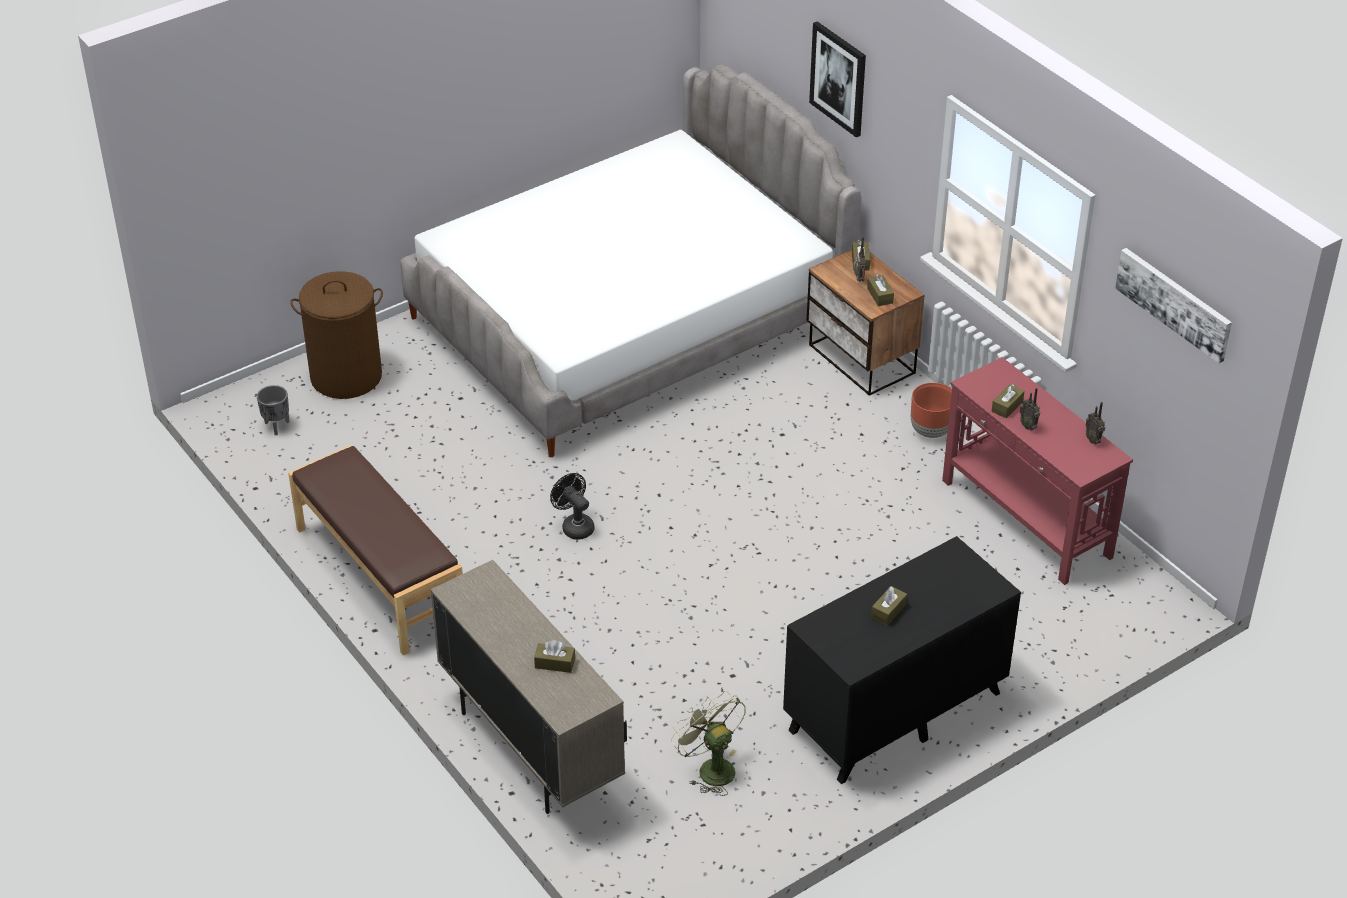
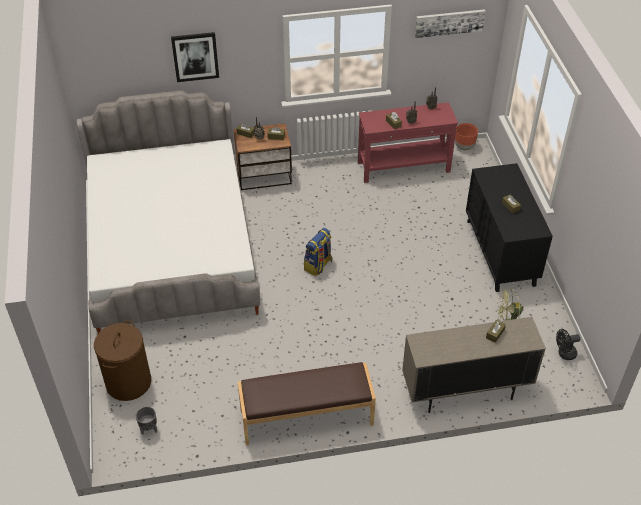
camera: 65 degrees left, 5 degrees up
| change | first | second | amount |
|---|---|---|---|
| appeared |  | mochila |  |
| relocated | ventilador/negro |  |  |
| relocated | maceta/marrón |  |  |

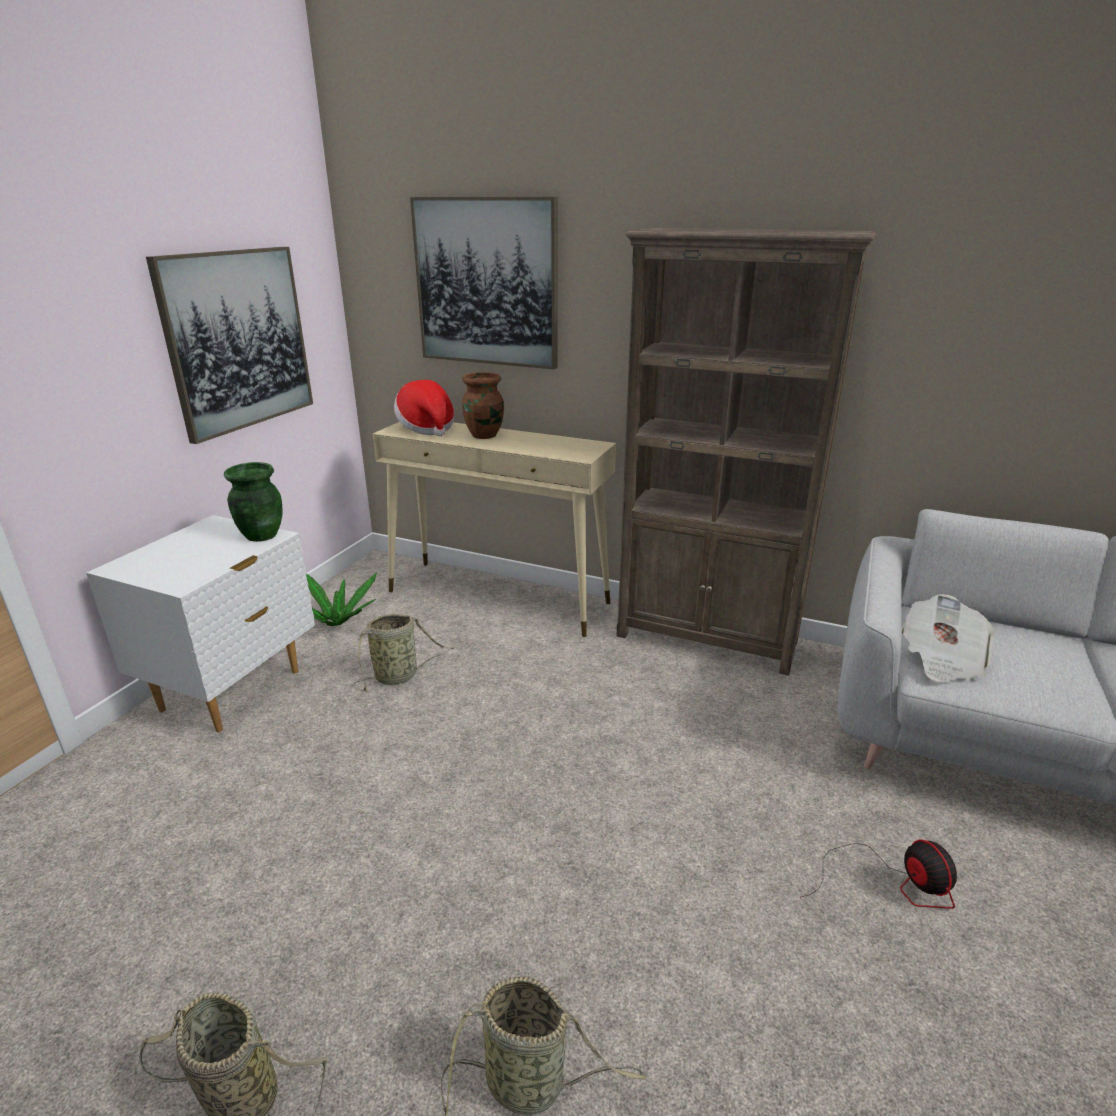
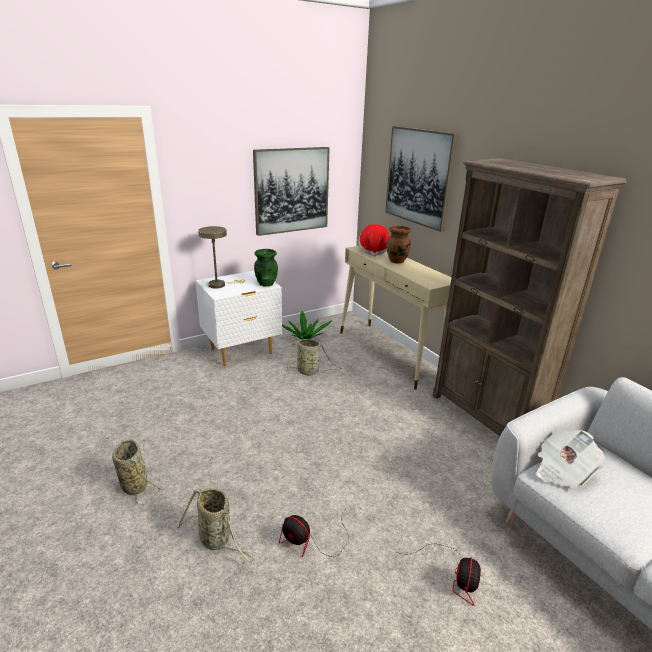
camera: 35 degrees right, 0 degrees up
| change | first | second | amount |
|---|---|---|---|
| appeared |  | lámpara de mesa/beis |  |
| appeared |  | ventilador (no. 1 from left) |  |

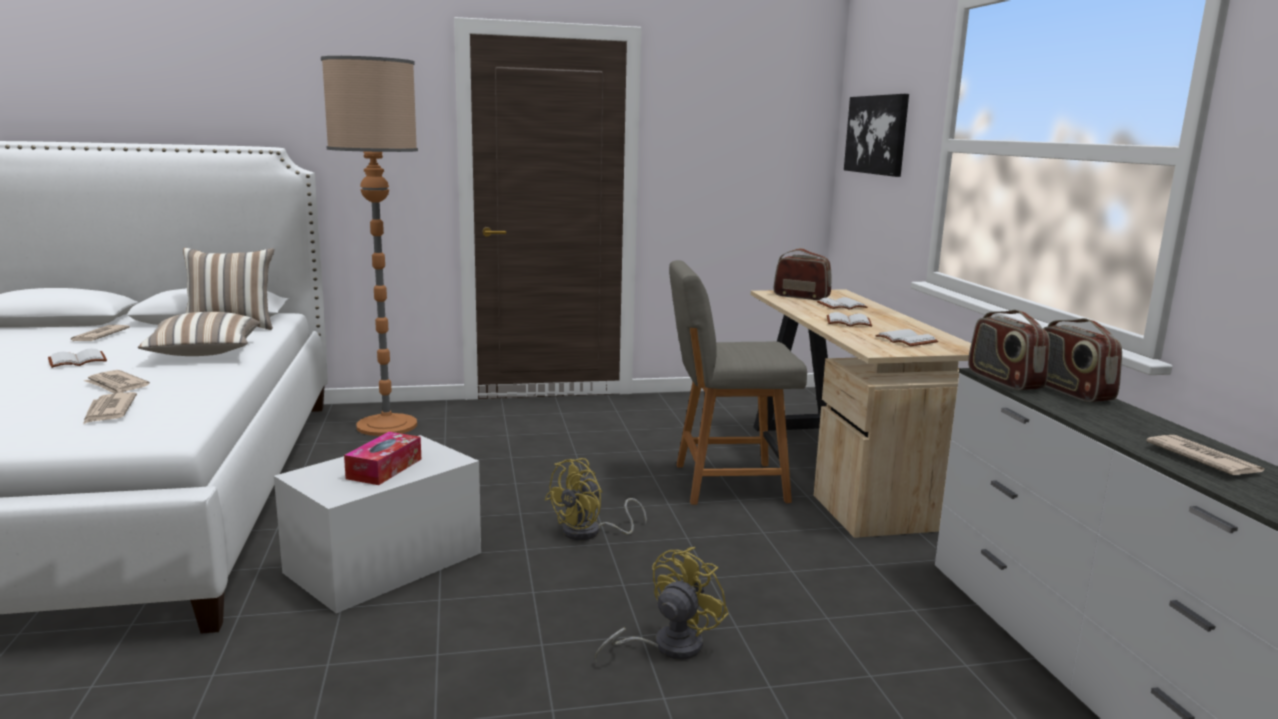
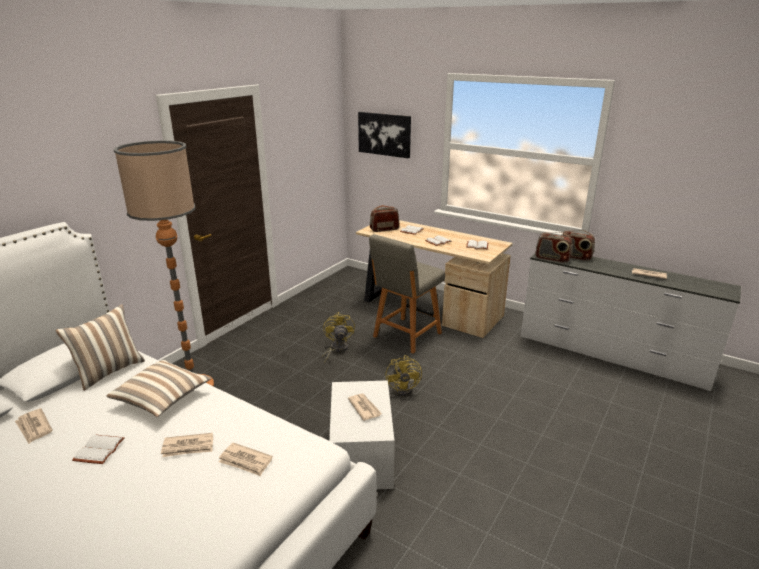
camera: 45 degrees left, 10 degrees up
| change | first | second | amount |
|---|---|---|---|
| relocated | ventilador/amarillo (no. 2 from left in the first image) | ventilador/amarillo (no. 1 from left) |  |
| exchanged | caja de pañuelos | periódico (no. 4 from left) |  |

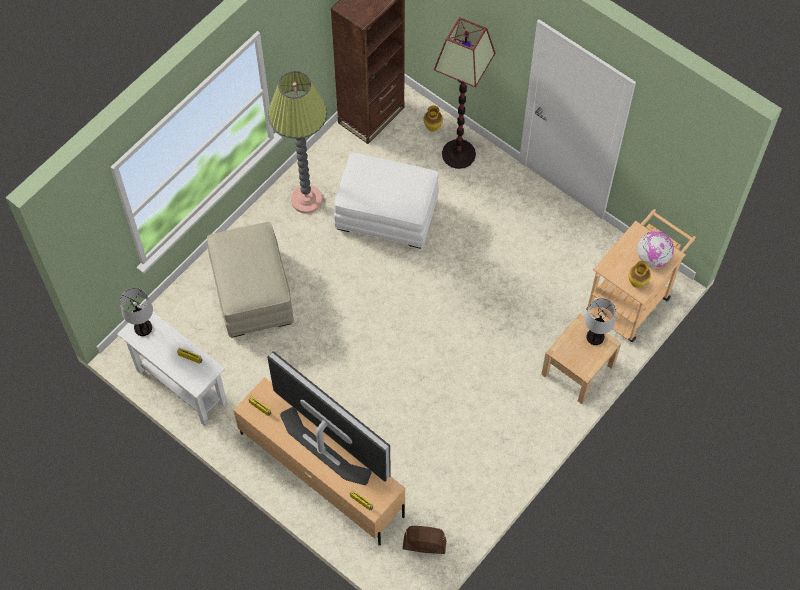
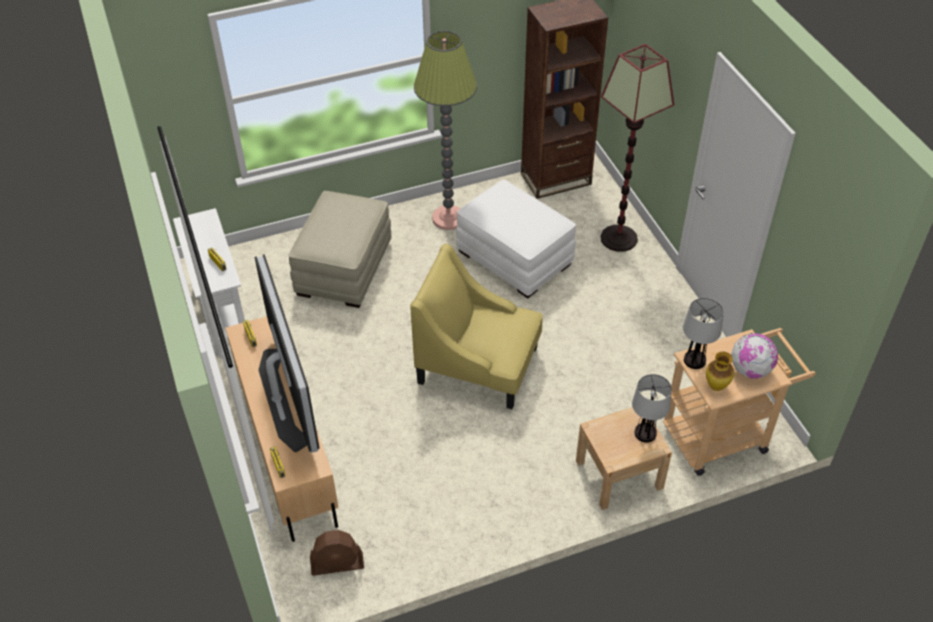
camera: 30 degrees right, 15 degrees down
| change | first | second | amount |
|---|---|---|---|
| missing | florero (no. 1 from left) |  |  |
| appeared |  | sillón/amarillo |  |
| relocated | lámpara de mesa (no. 1 from left in the first image) | lámpara de mesa (no. 2 from left) |  |
| spun | ventilador/marrón |  | 135 degrees clockwise |

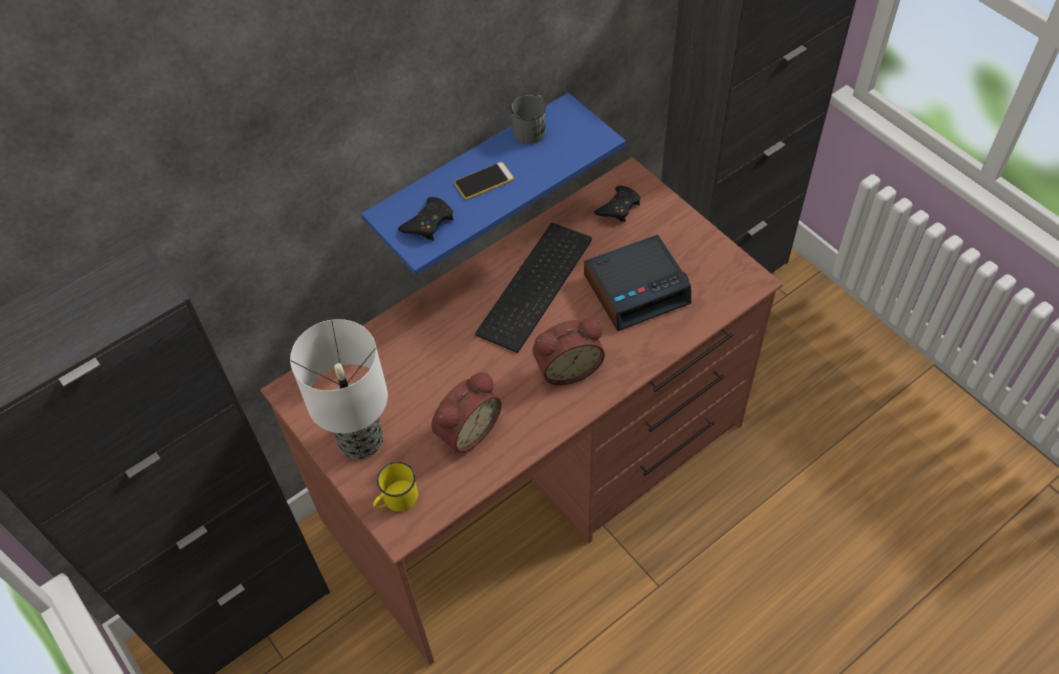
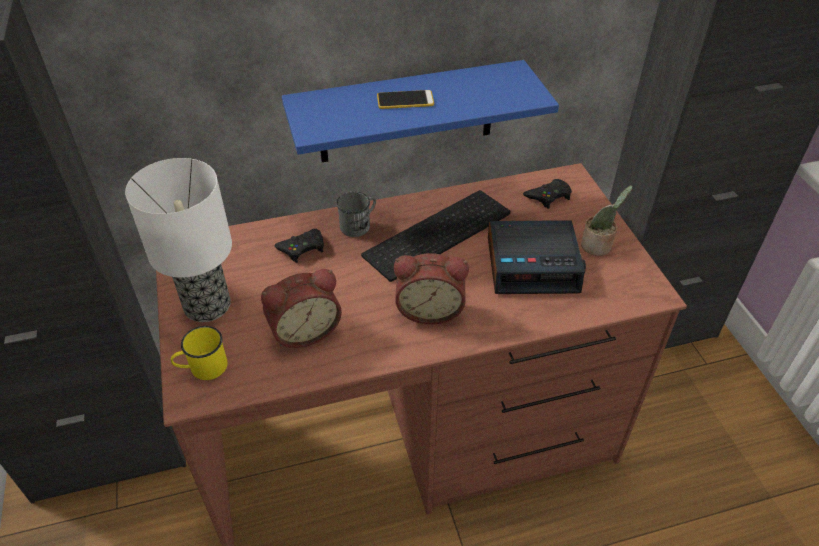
camera: 20 degrees right, 10 degrees down
| change | first | second | amount |
|---|---|---|---|
| appeared |  | planta en maceta |  |
| relocated | mando de consola/negro (no. 1 from left) |  |  |
| relocated | taza grande/gris |  |  |

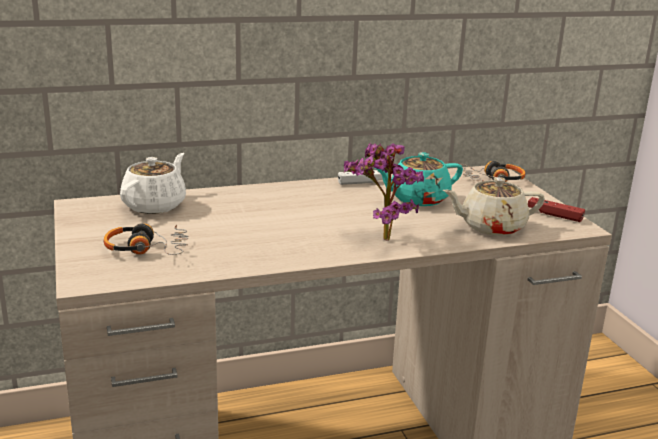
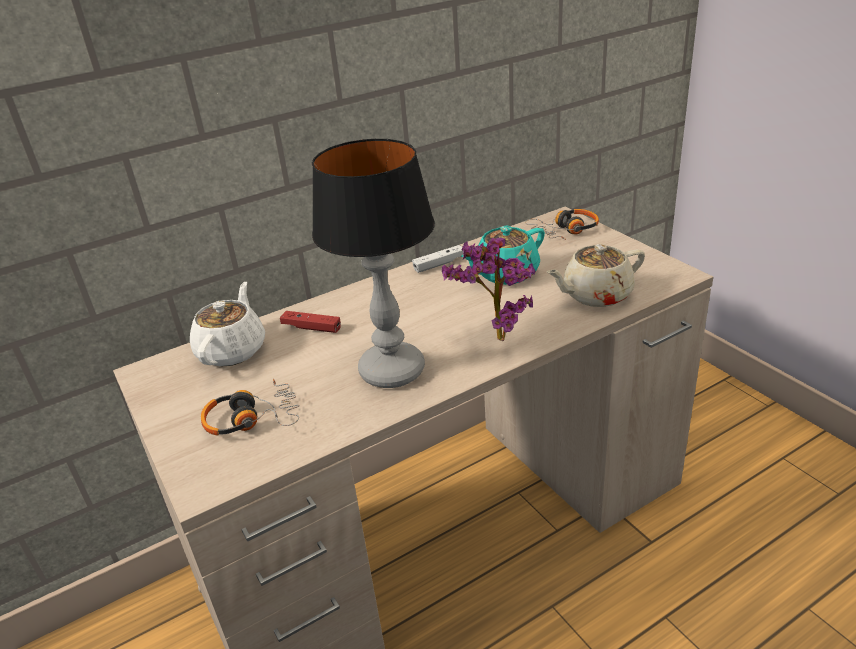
camera: 10 degrees left, 10 degrees up
| change | first | second | amount |
|---|---|---|---|
| appeared |  | lámpara de mesa |  |
| relocated | mando de consola/rojo |  |  |

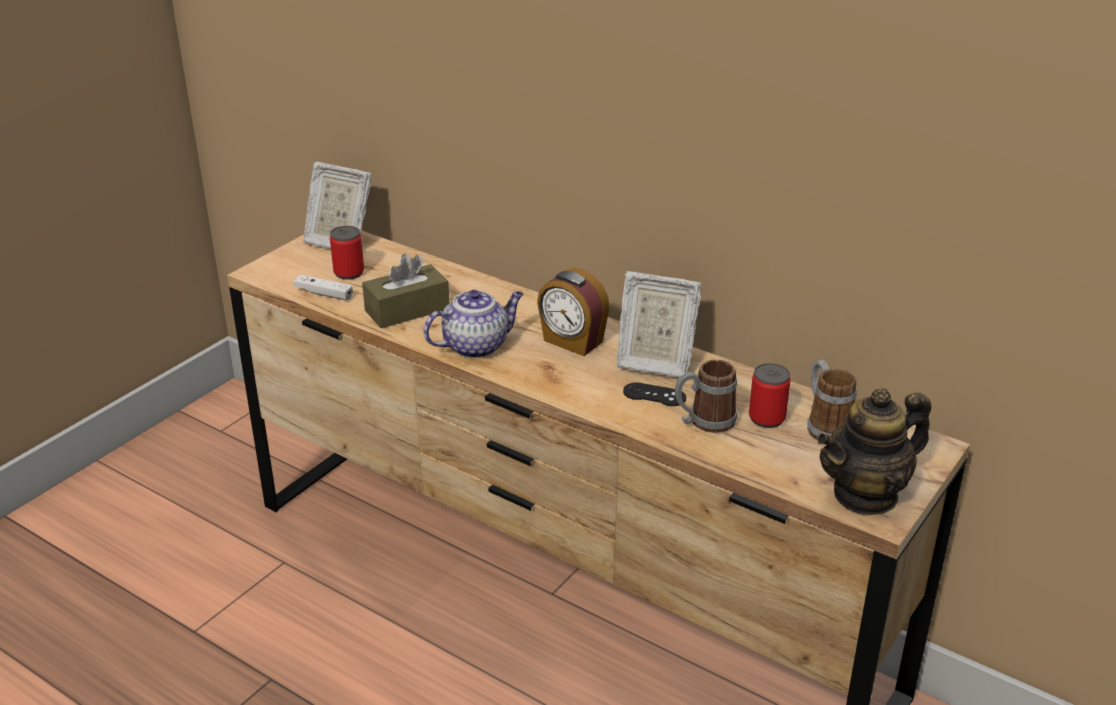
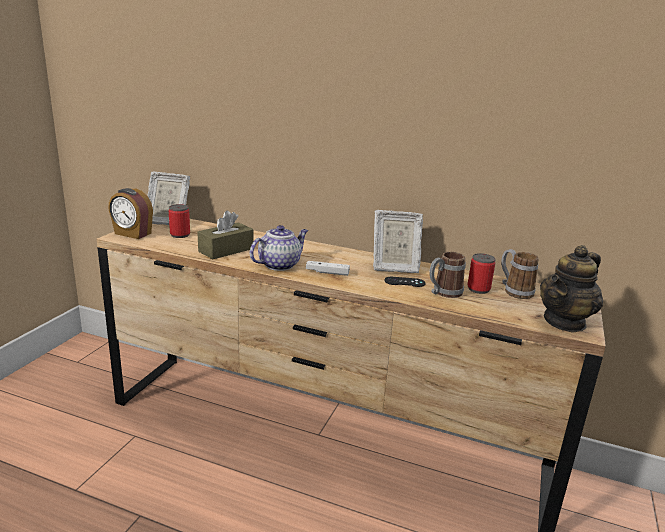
camera: 15 degrees left, 10 degrees down
| change | first | second | amount |
|---|---|---|---|
| relocated | mando de consola/blanco |  |  |
| relocated | despertador |  |  |

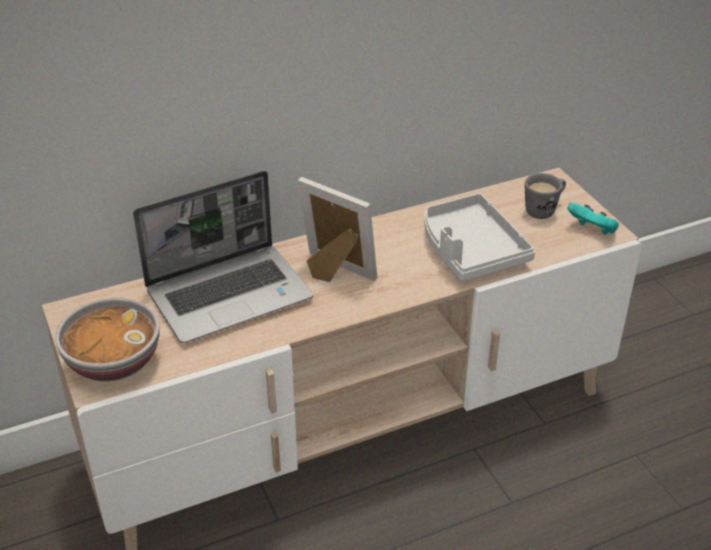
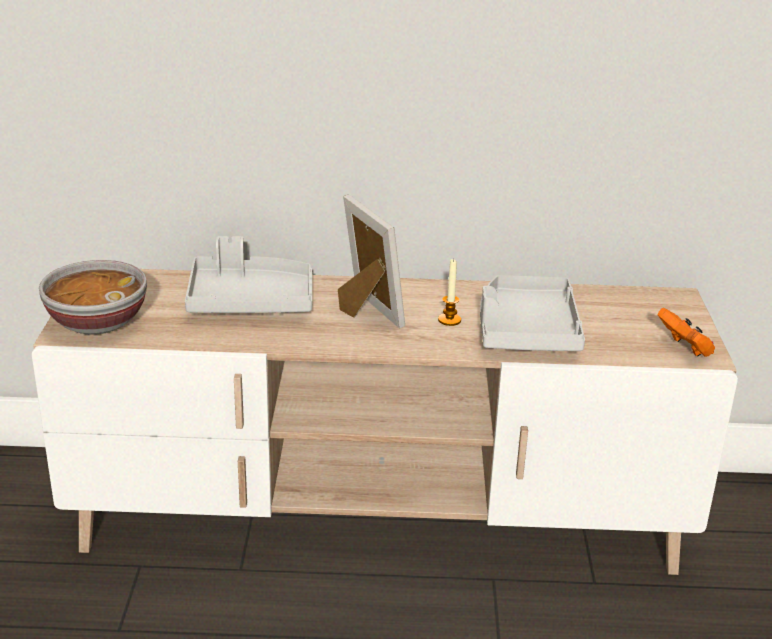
camera: 25 degrees right, 10 degrees down
| change | first | second | amount |
|---|---|---|---|
| missing | taza grande/gris |  |  |
| appeared |  | vela |  |
| exchanged | portátil | bandeja/gris (no. 1 from left) |  |
| colour | mando de consola/turquesa | mando de consola/naranja |  |

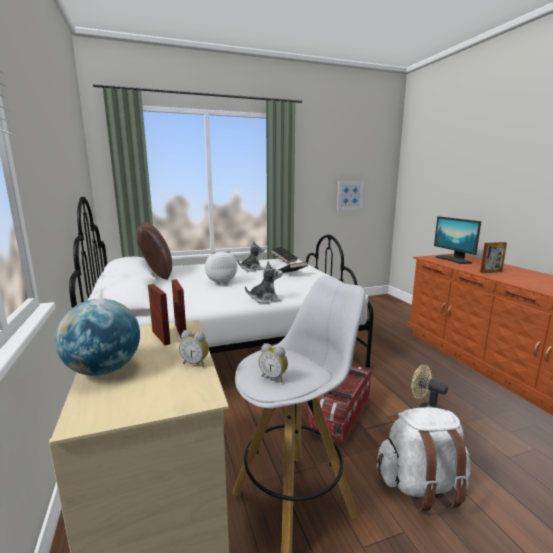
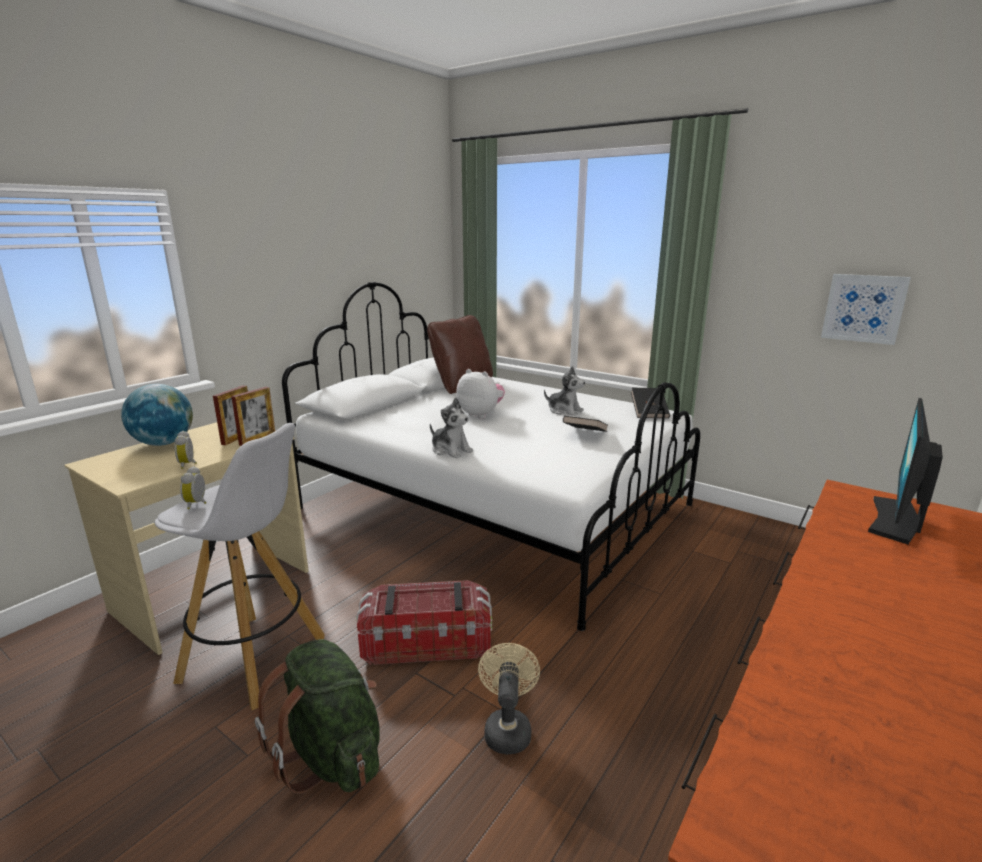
camera: 55 degrees right, 5 degrees up
| change | first | second | amount |
|---|---|---|---|
| missing | portarretratos (no. 3 from left) |  |  |
| colour | mochila/blanco | mochila/verde |  |

